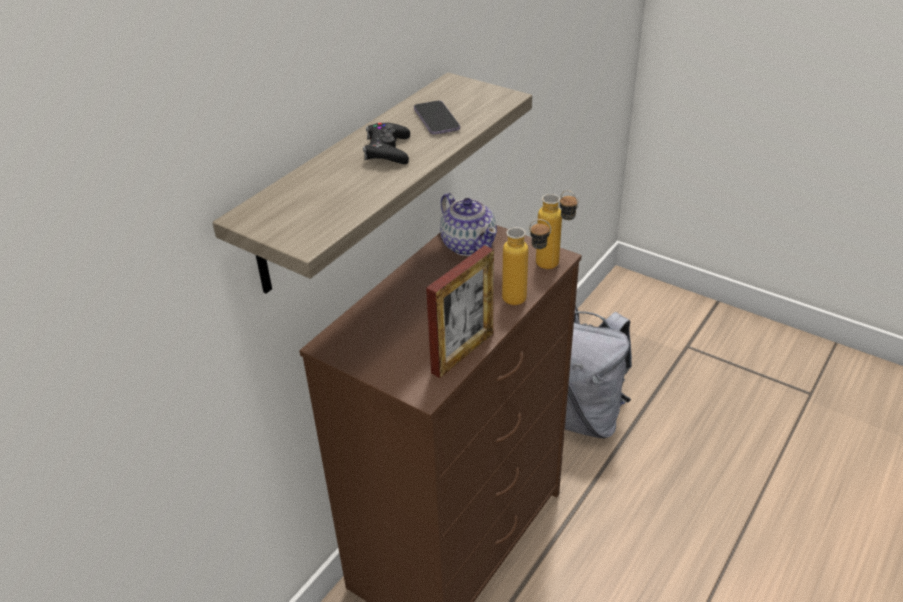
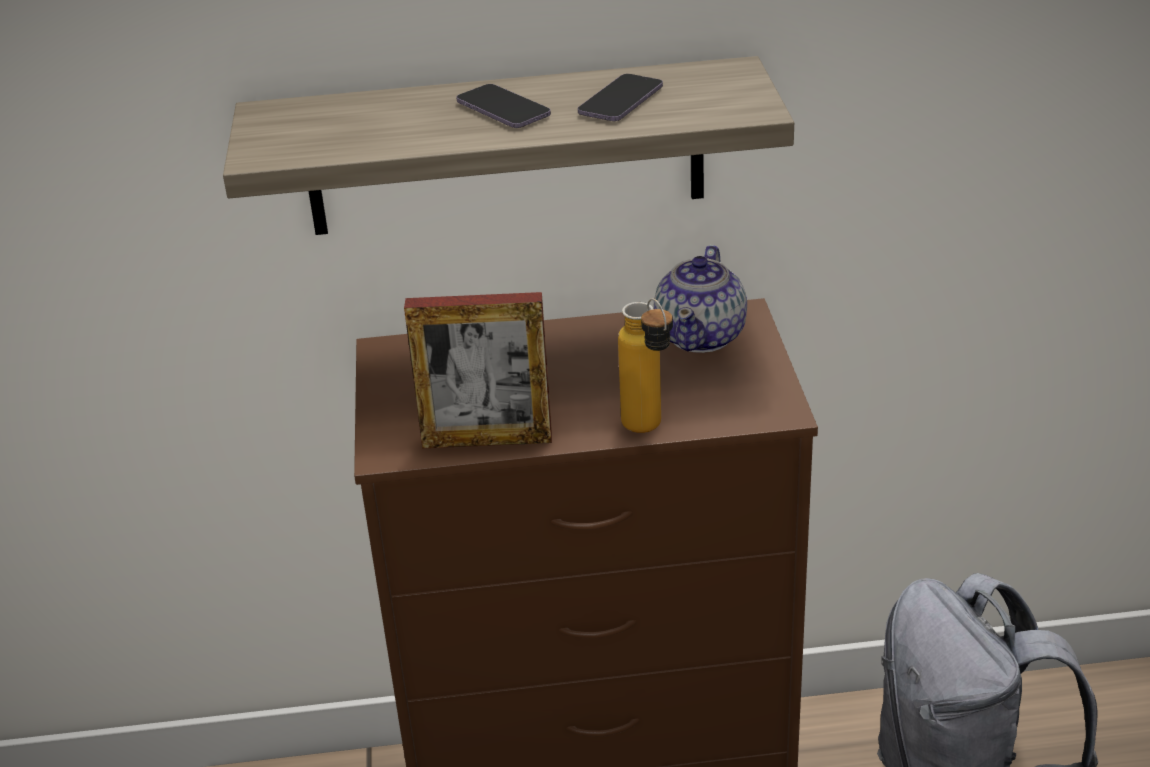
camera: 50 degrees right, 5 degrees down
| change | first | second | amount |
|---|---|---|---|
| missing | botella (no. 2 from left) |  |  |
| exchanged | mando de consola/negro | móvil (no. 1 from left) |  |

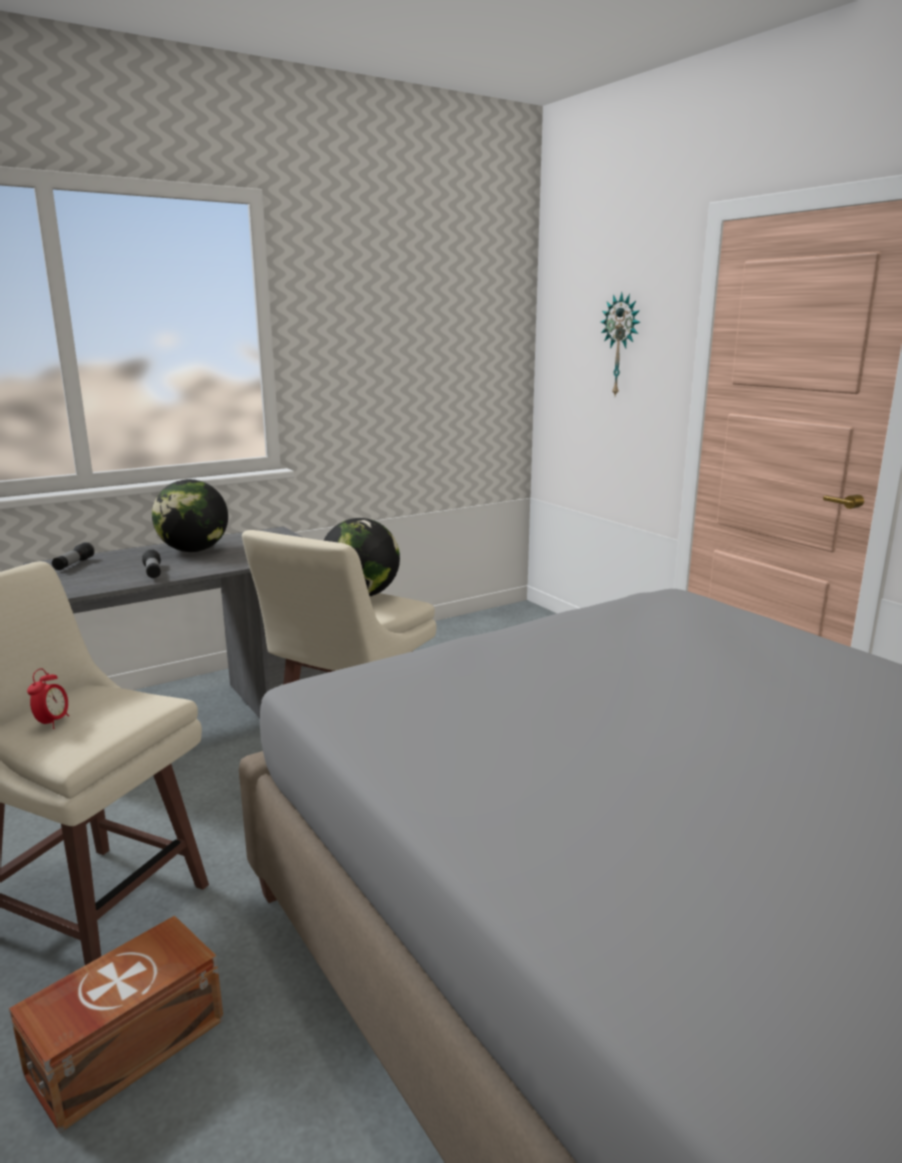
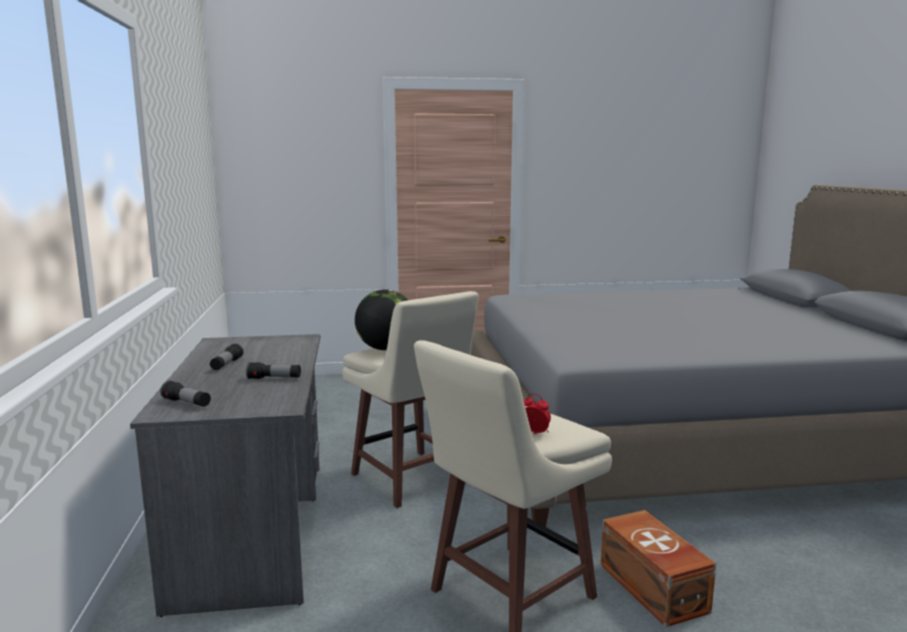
camera: 65 degrees left, 5 degrees down
| change | first | second | amount |
|---|---|---|---|
| missing | reloj de pared |  |  |
| exchanged | globo terráqueo (no. 1 from left) | linterna (no. 2 from left) |  |

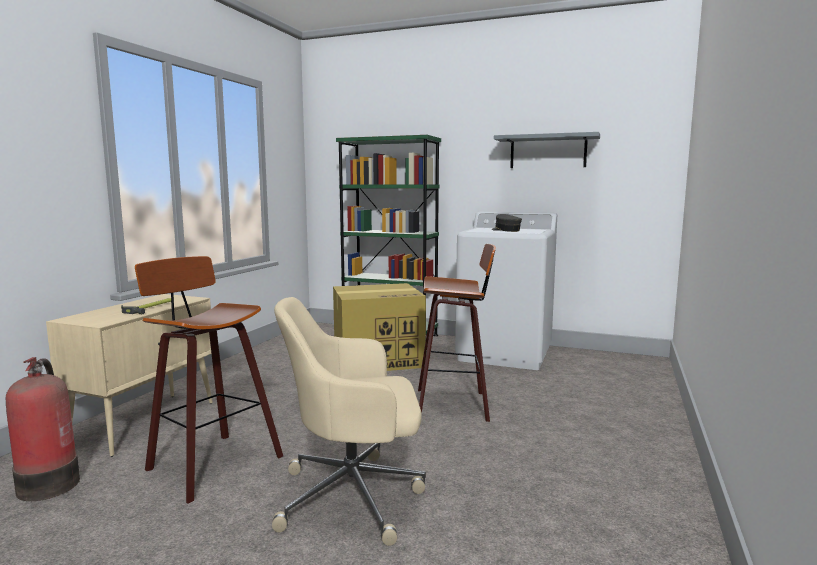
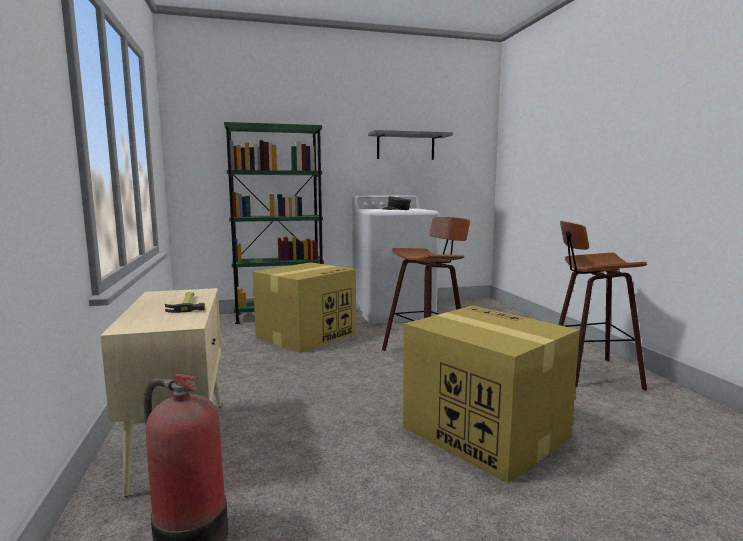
camera: 35 degrees left, 0 degrees up
| change | first | second | amount |
|---|---|---|---|
| relocated | taburete (no. 1 from left in the first image) | taburete (no. 2 from left) |  |
| exchanged | silla de oficina/beis | caja de cartón (no. 2 from left) |  |

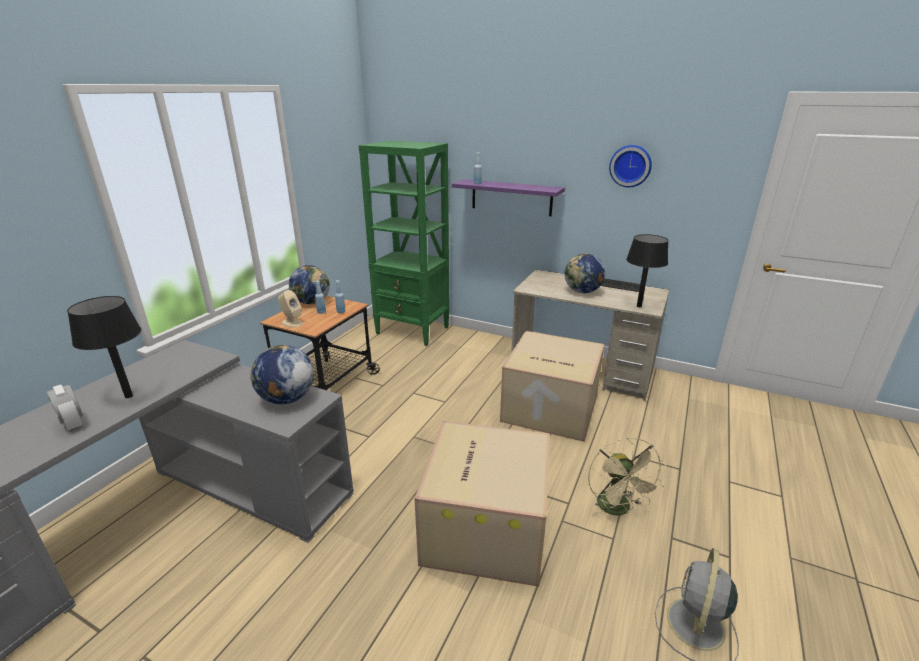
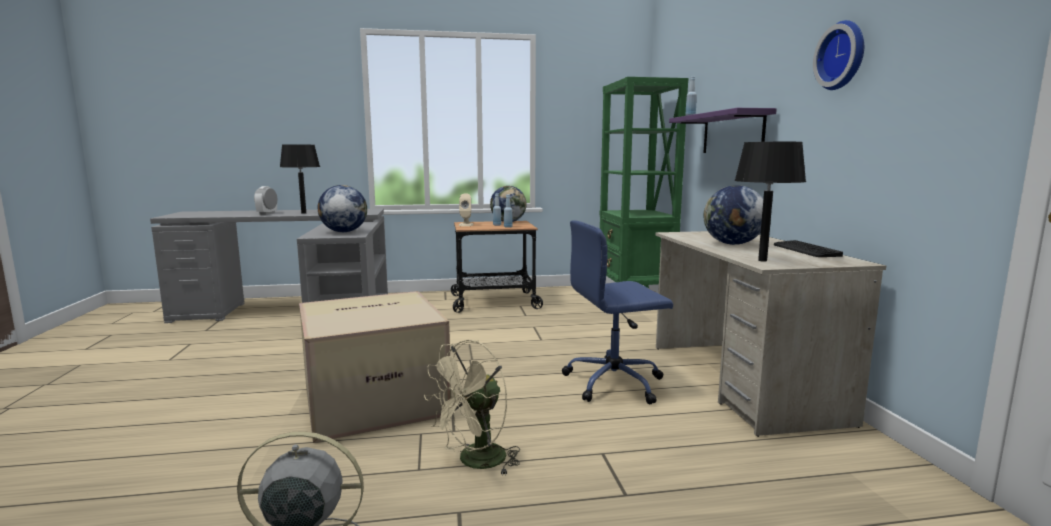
camera: 55 degrees right, 15 degrees down
| change | first | second | amount |
|---|---|---|---|
| exchanged | caja de cartón (no. 2 from left) | silla de oficina/azul |  |

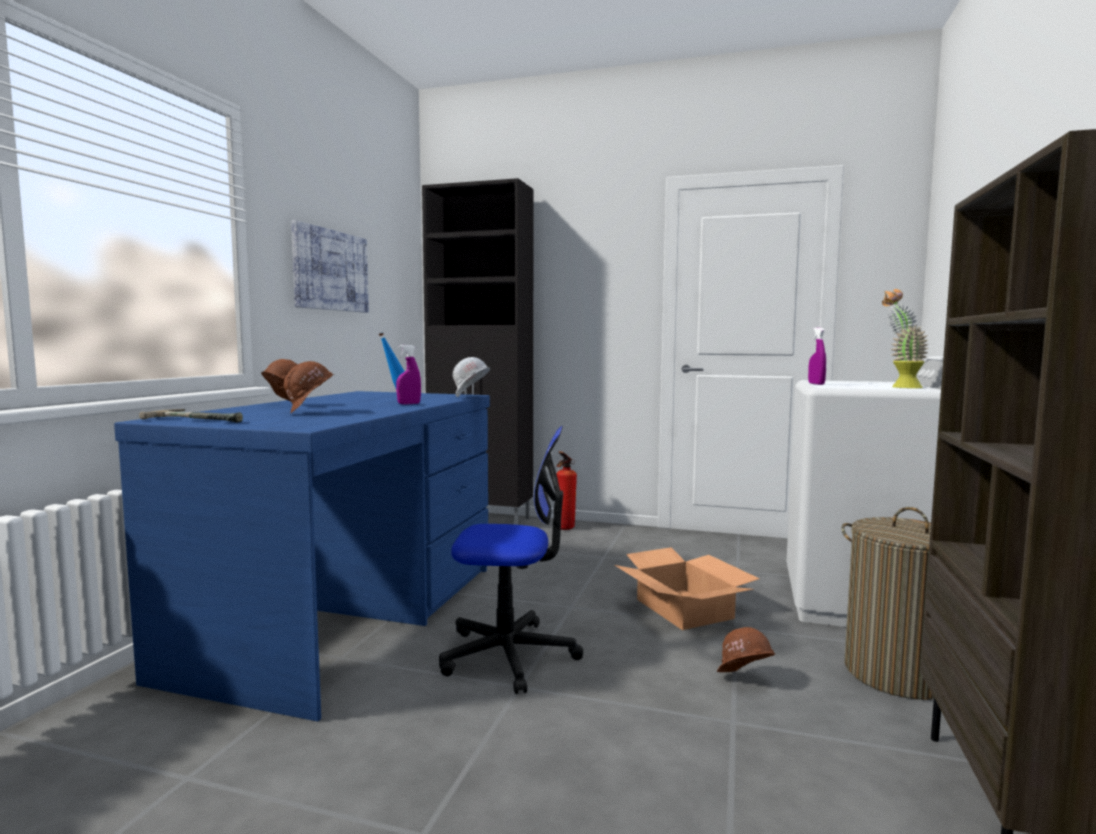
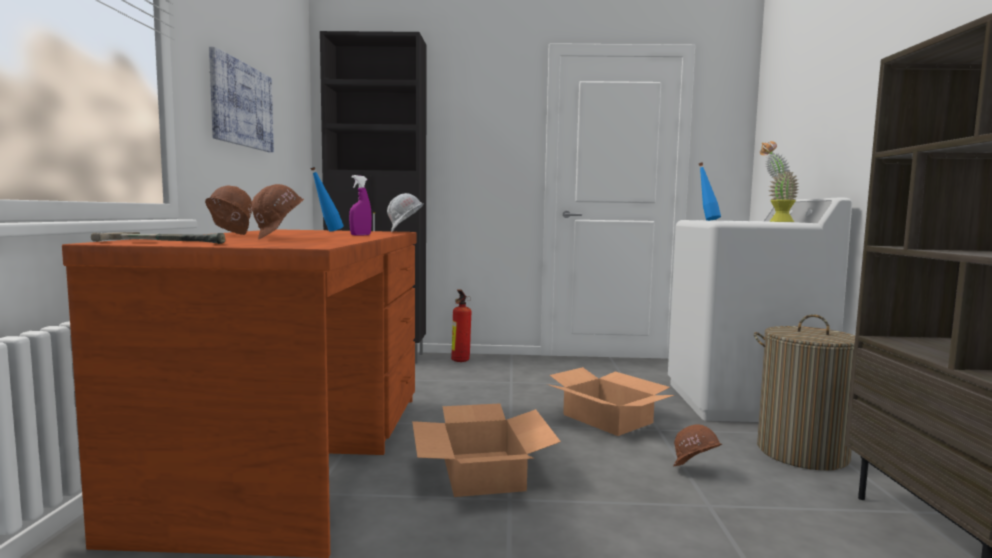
camera: 15 degrees left, 0 degrees up
| change | first | second | amount |
|---|---|---|---|
| exchanged | silla de oficina | caja de cartón (no. 1 from left) |  |
| exchanged | pulverizador/morado (no. 2 from left) | botella/azul (no. 2 from left) |  |
| colour | escritorio/azul | escritorio/marrón |  |

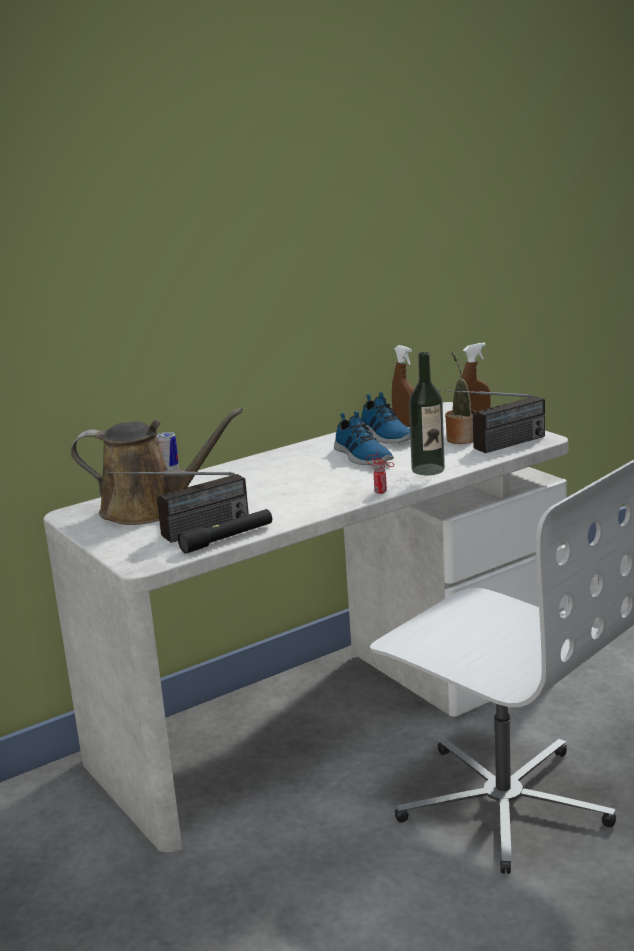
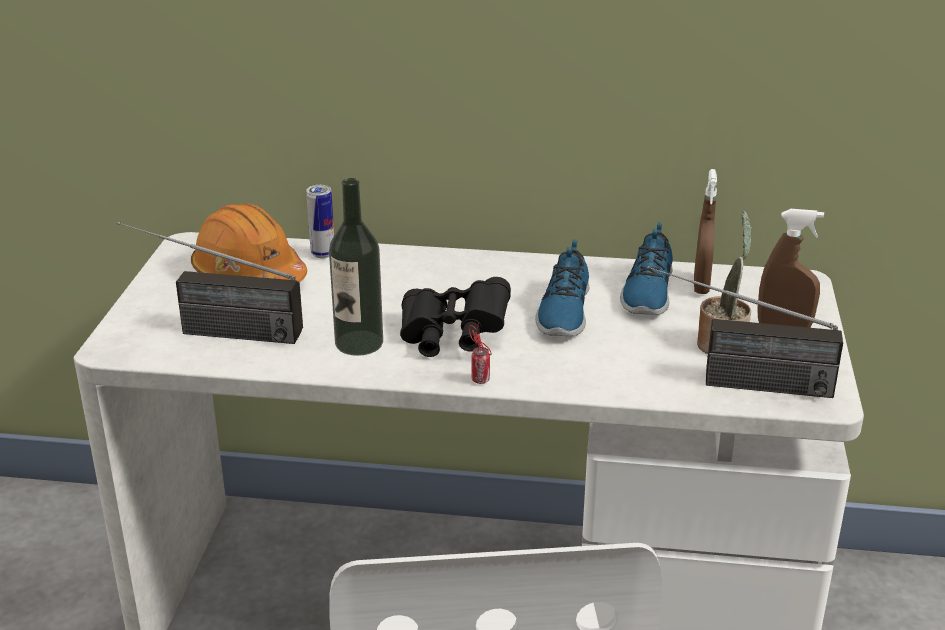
camera: 40 degrees right, 10 degrees up
| change | first | second | amount |
|---|---|---|---|
| missing | linterna/negro |  |  |
| appeared |  | prismáticos/negro |  |
| relocated | botella |  |  |
| exchanged | regadera/marrón | casco/naranja |  |

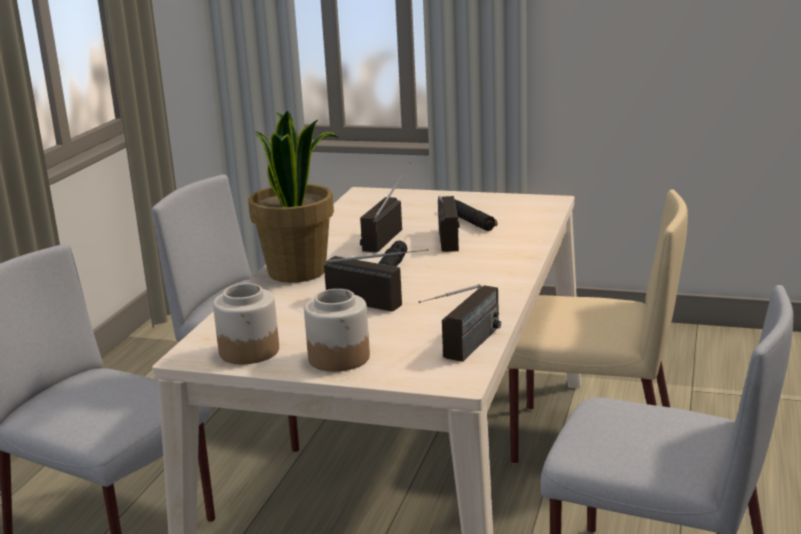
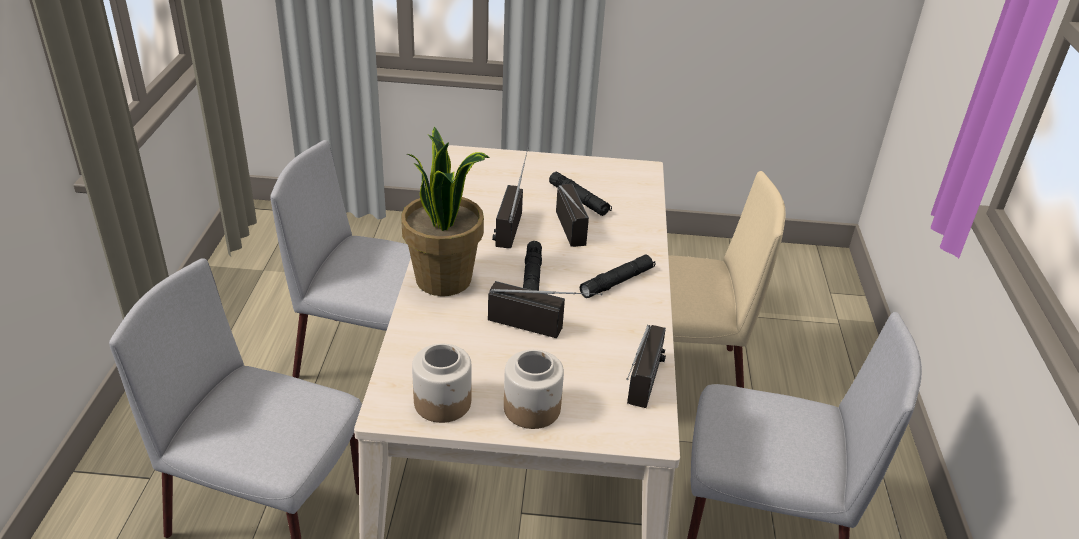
camera: 15 degrees left, 15 degrees up
| change | first | second | amount |
|---|---|---|---|
| appeared |  | linterna/negro (no. 3 from left) |  |

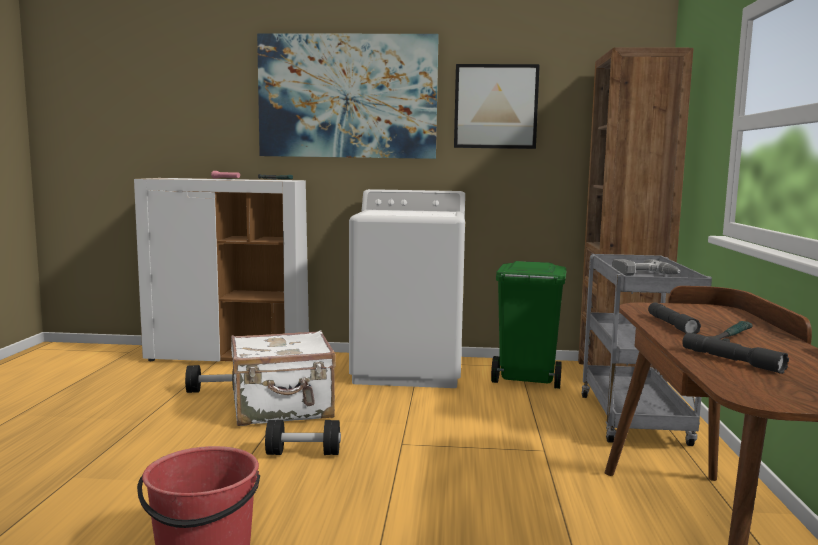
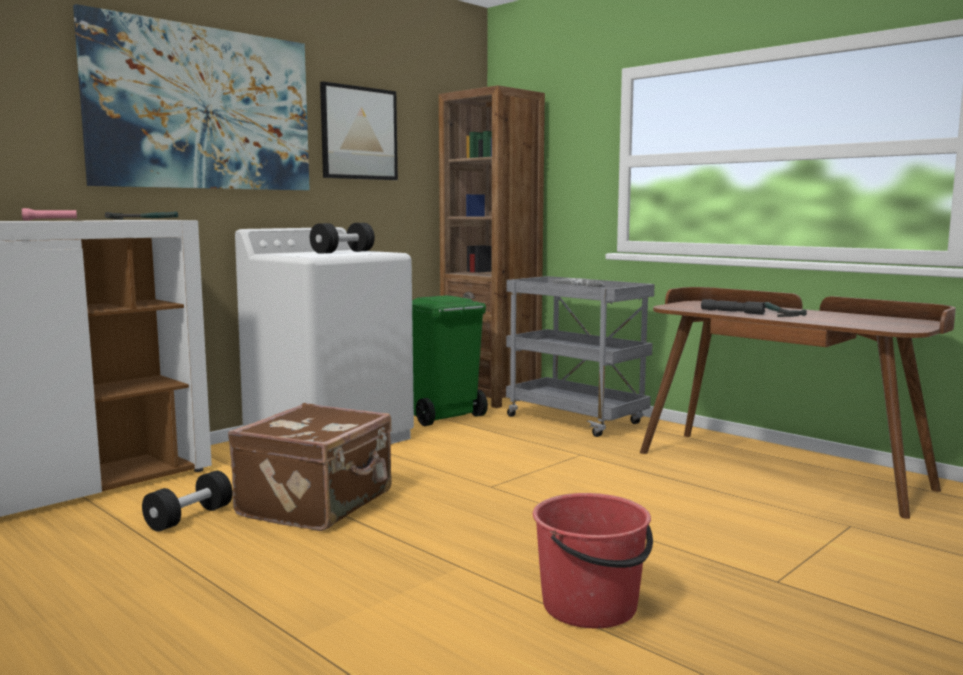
camera: 50 degrees left, 0 degrees up
| change | first | second | amount |
|---|---|---|---|
| missing | linterna/gris (no. 2 from left) |  |  |
| relocated | mancuerna/negro (no. 2 from left) |  |  |
| colour | maleta/blanco | maleta/marrón |  |

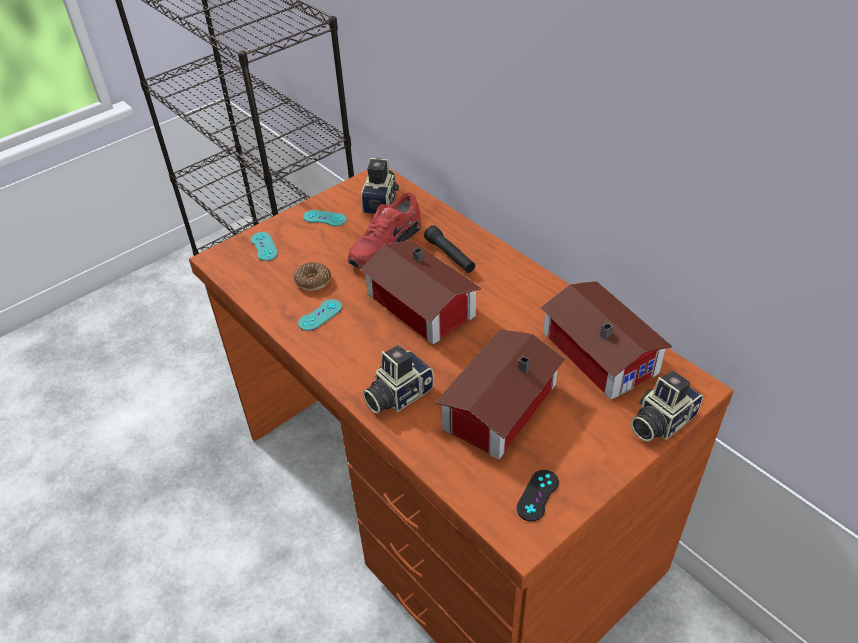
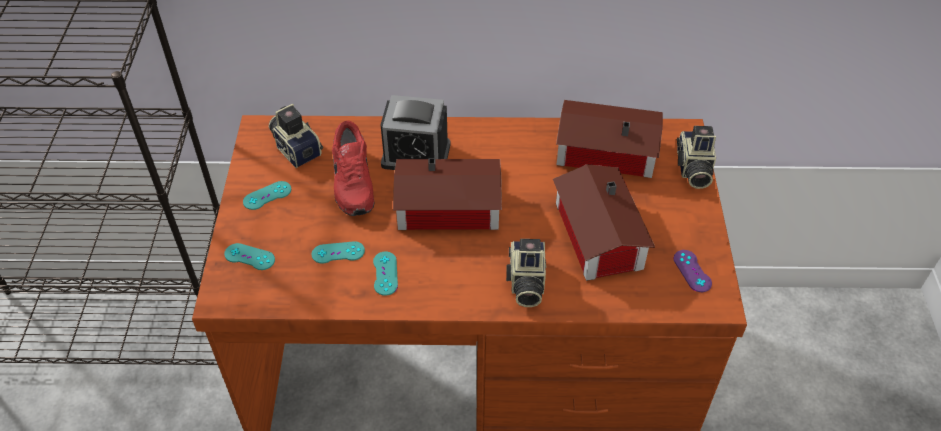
camera: 50 degrees left, 5 degrees up
| change | first | second | amount |
|---|---|---|---|
| exchanged | rosquilla | mando de consola/turquesa (no. 3 from left) |  |
| exchanged | linterna/negro | despertador |  |
| colour | mando de consola/negro | mando de consola/morado |  |

